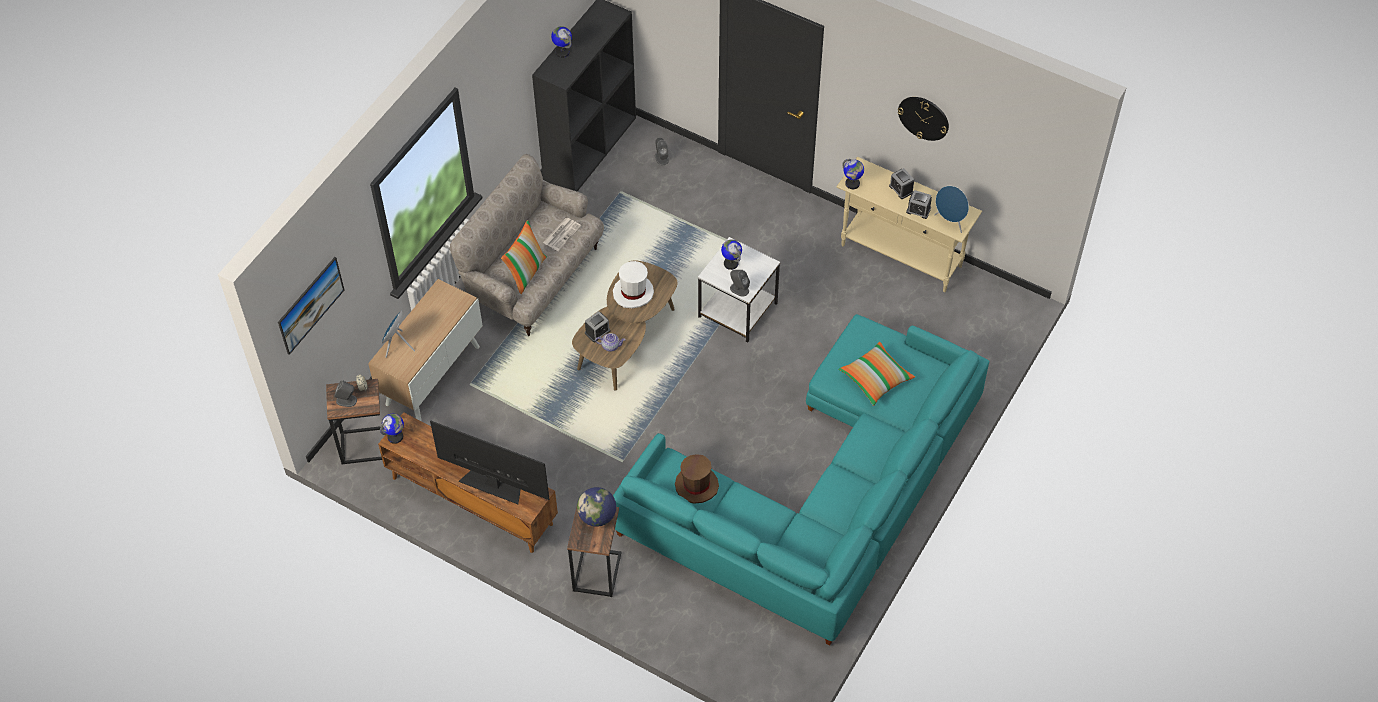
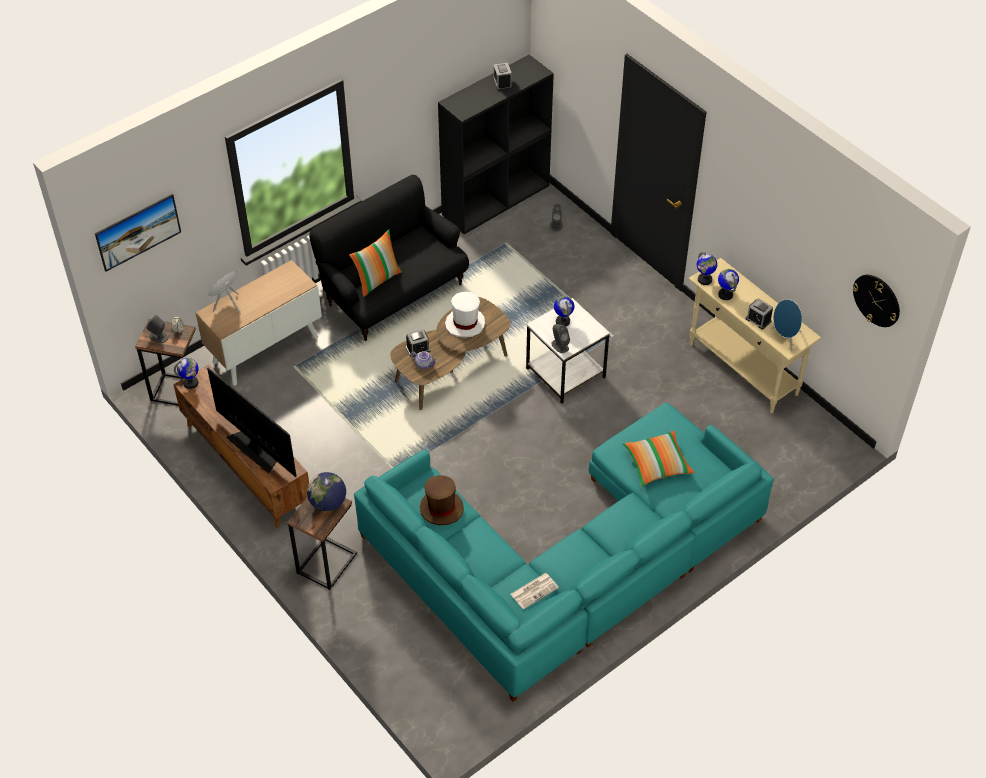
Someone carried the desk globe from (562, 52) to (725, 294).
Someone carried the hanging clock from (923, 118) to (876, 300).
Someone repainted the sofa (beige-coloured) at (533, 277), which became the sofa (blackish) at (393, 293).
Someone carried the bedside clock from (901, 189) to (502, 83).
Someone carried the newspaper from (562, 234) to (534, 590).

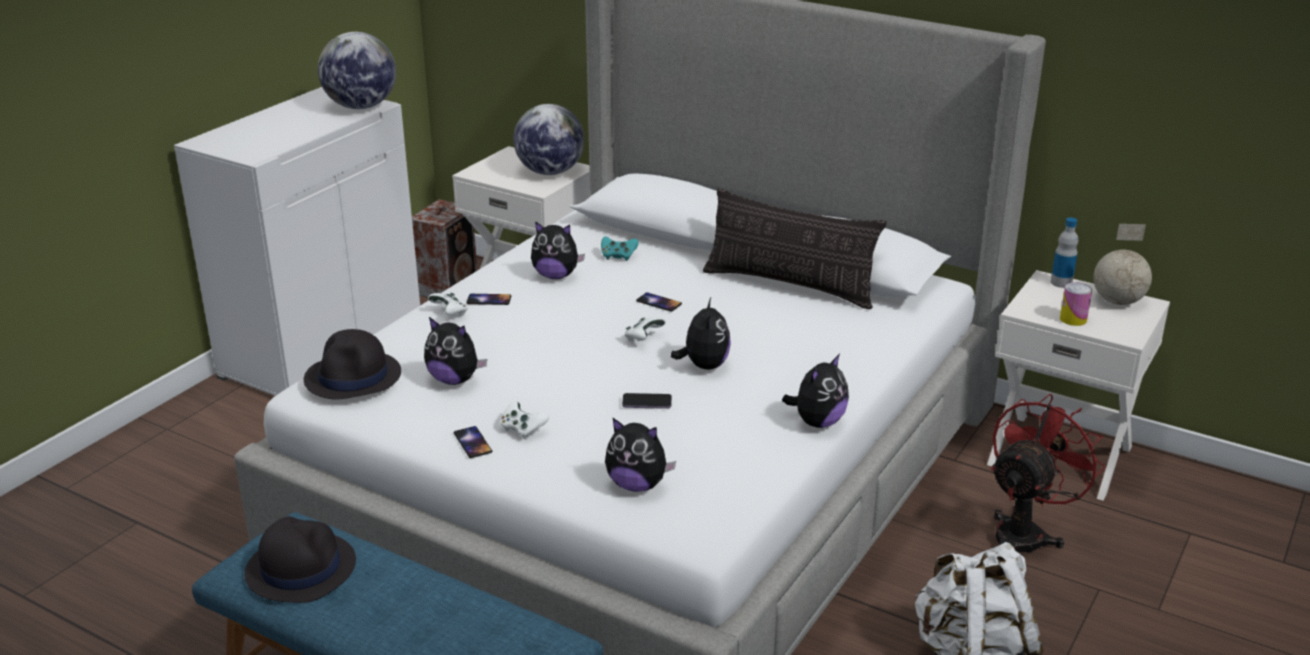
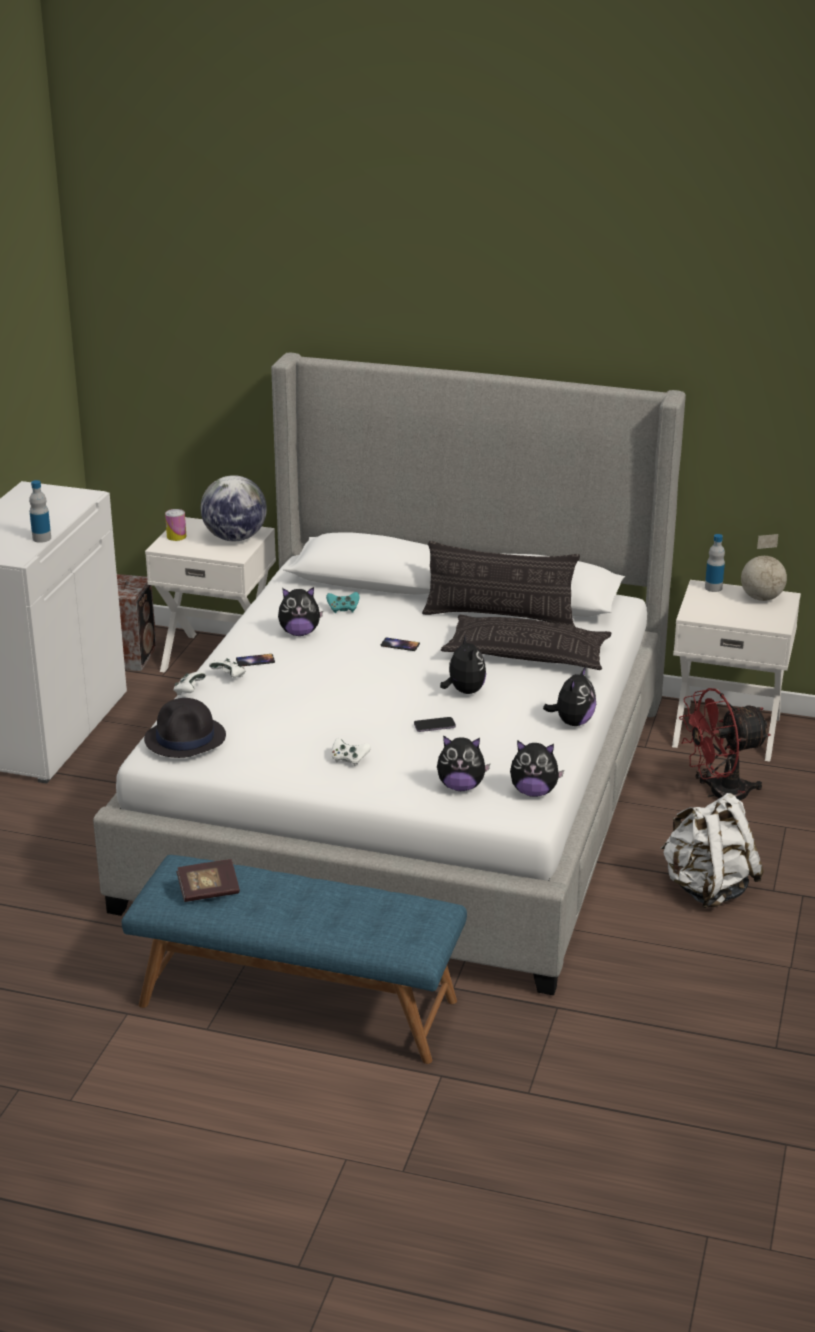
Someone took away the desk globe at (360, 107).
Someone carried the metal can from (1073, 319) to (176, 536).
Someone carried the soft toy from (455, 380) to (534, 792).
Someone carried the joypad (white) from (643, 338) to (189, 691).
Someone rotated the electric fan (red-coloured) at (1025, 534) by 135 degrees counterclockwise.
Someone took away the handset at (473, 442).
Someone swapped the wearable hat (blackish) at (300, 568) for the book at (208, 891).
Someone put down the drink bottle at (41, 538).
Someone put down the throw pillow at (527, 654).

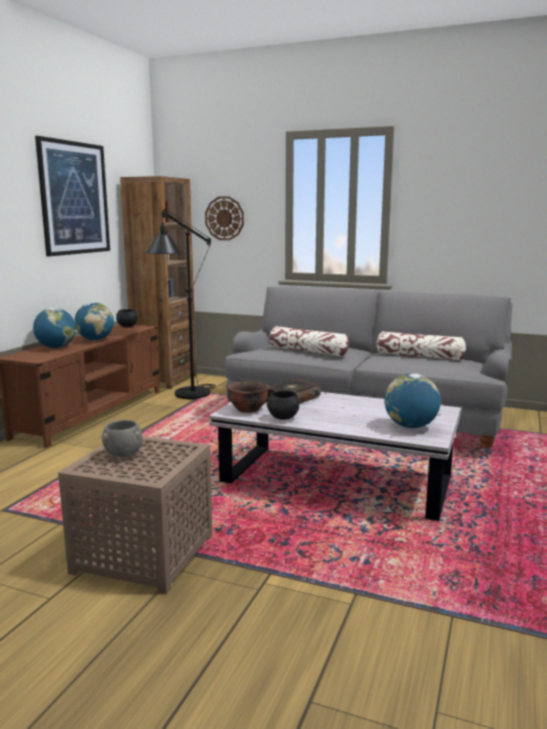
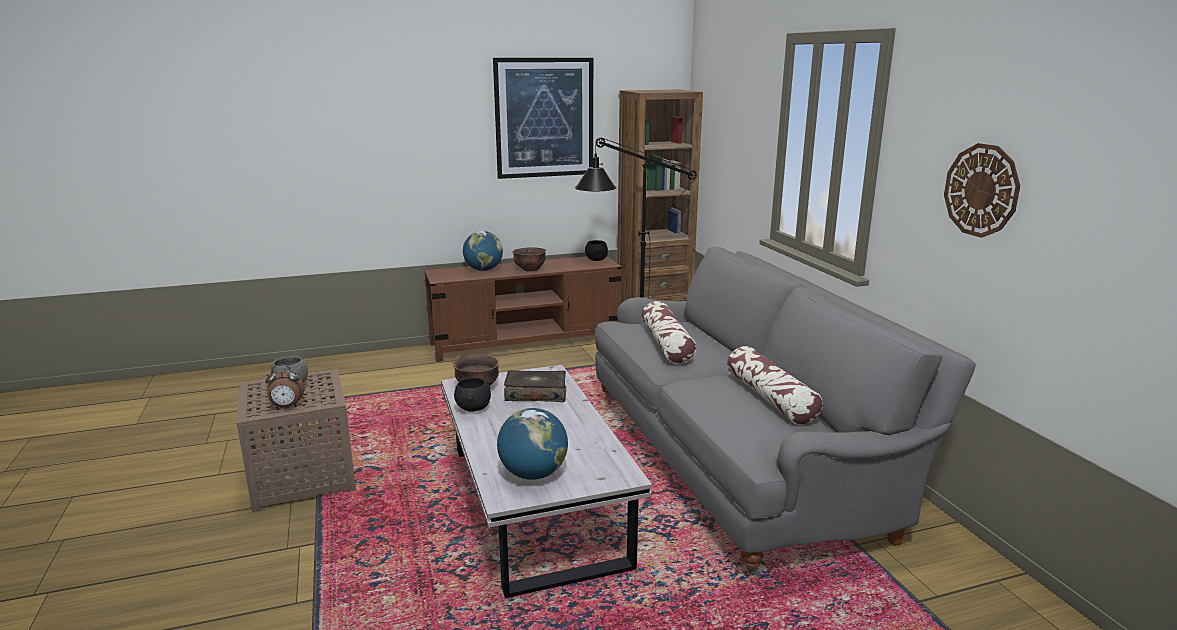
Someone carried the hanging clock from (224, 218) to (981, 190).
Someone swapped the desk globe at (95, 340) for the bowl (brown-coloured) at (529, 269).
Someone put down the bedside clock at (287, 407).

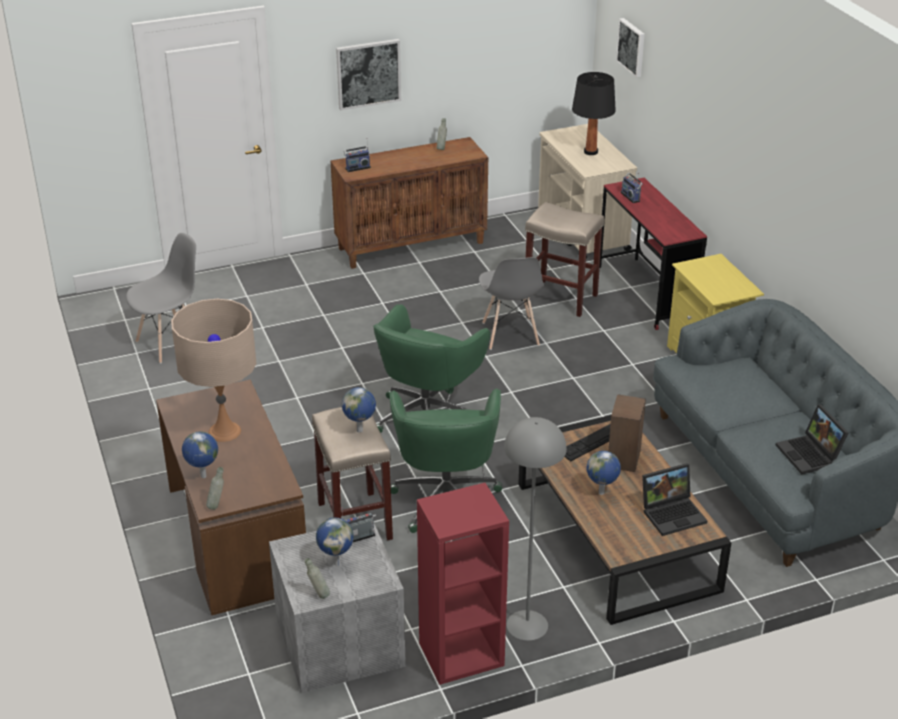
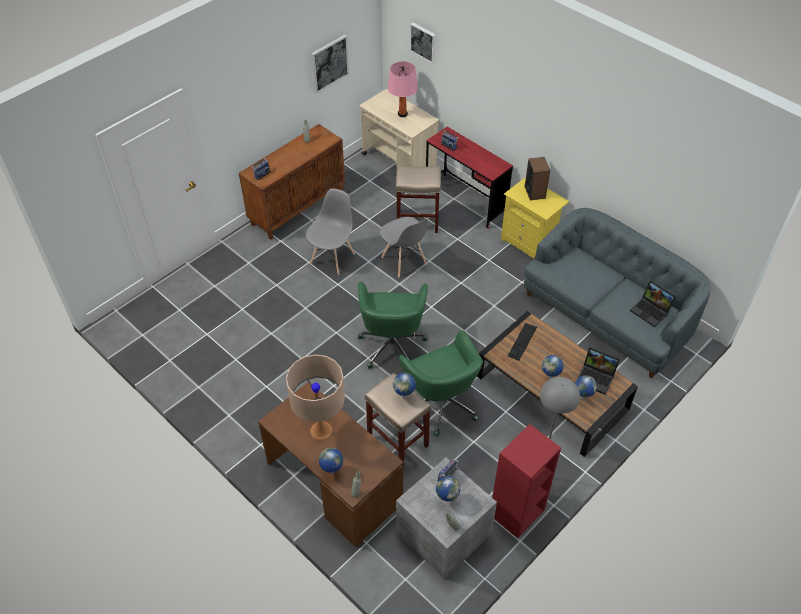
Someone carried the picture from (368, 73) to (329, 63).
Someone repainted the lamp for a table (blackish) at (590, 152), which became the lamp for a table (pink) at (402, 114).
Someone carried the upright chair (greyish) from (170, 343) to (332, 258).
Someone carried the speaker from (624, 458) to (535, 192).
Someone rotated the portable computer at (673, 513) by 75 degrees clockwise.
Someone put down the desk globe at (581, 398).

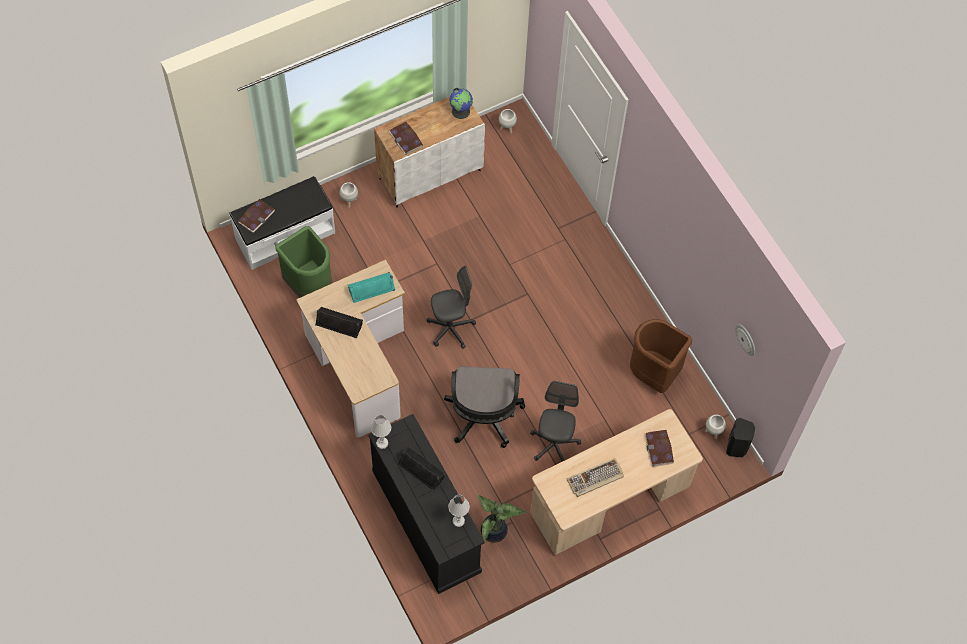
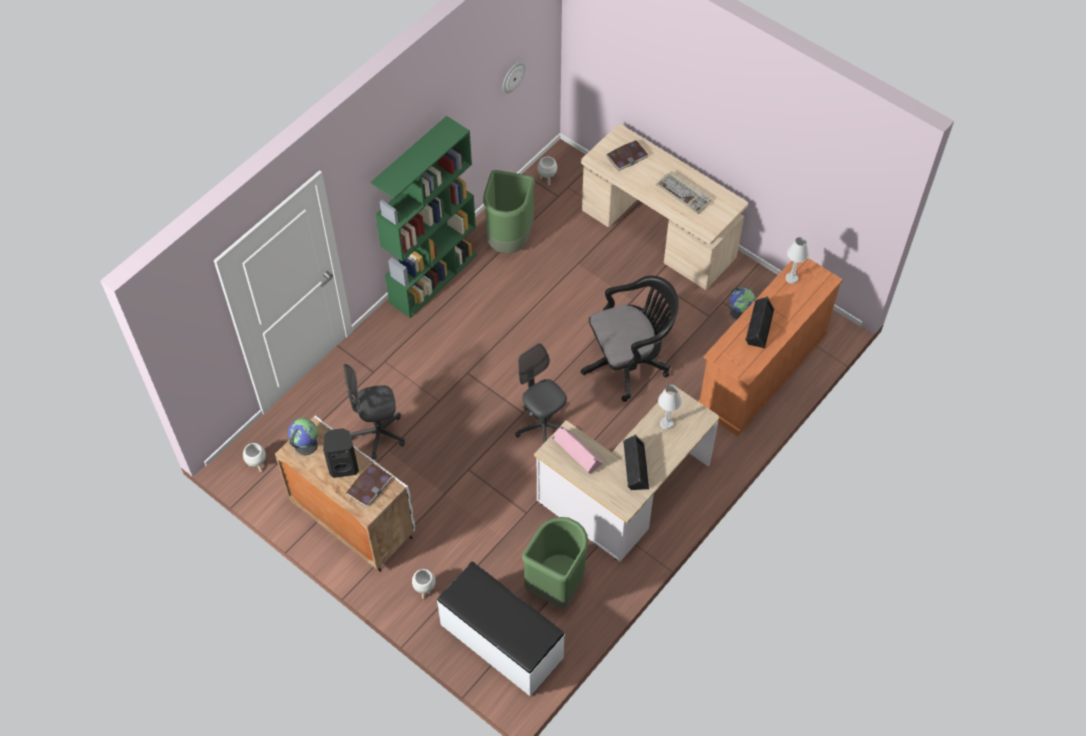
Someone took away the book at (256, 216).
Someone repainted the speaker (turquoise) at (371, 288), which became the speaker (pink) at (576, 453).
Someone repainted the waste bin (brown-coloured) at (653, 375), which became the waste bin (green) at (509, 240).
Someone carried the desk chair (greyish) from (554, 444) to (378, 434).
Someone repainted the chest of drawers (blackish) at (425, 520), which became the chest of drawers (orangey) at (761, 371).
Someone carried the lamp for a table (white) from (382, 443) to (666, 423).
Someone carried the speaker (blackish) from (737, 447) to (343, 466).
Someone swapped the plant in a pot at (495, 532) for the desk globe at (740, 312).
Someone put down the shelving unit (green) at (433, 278).

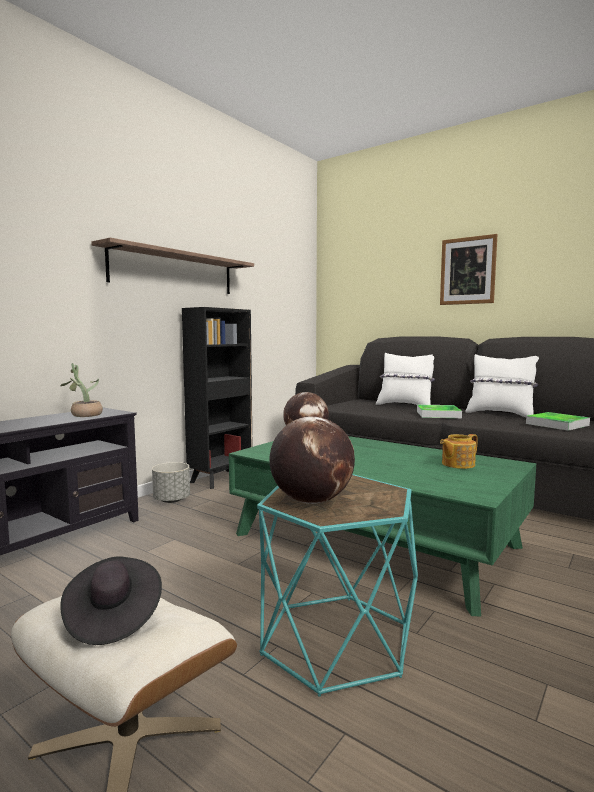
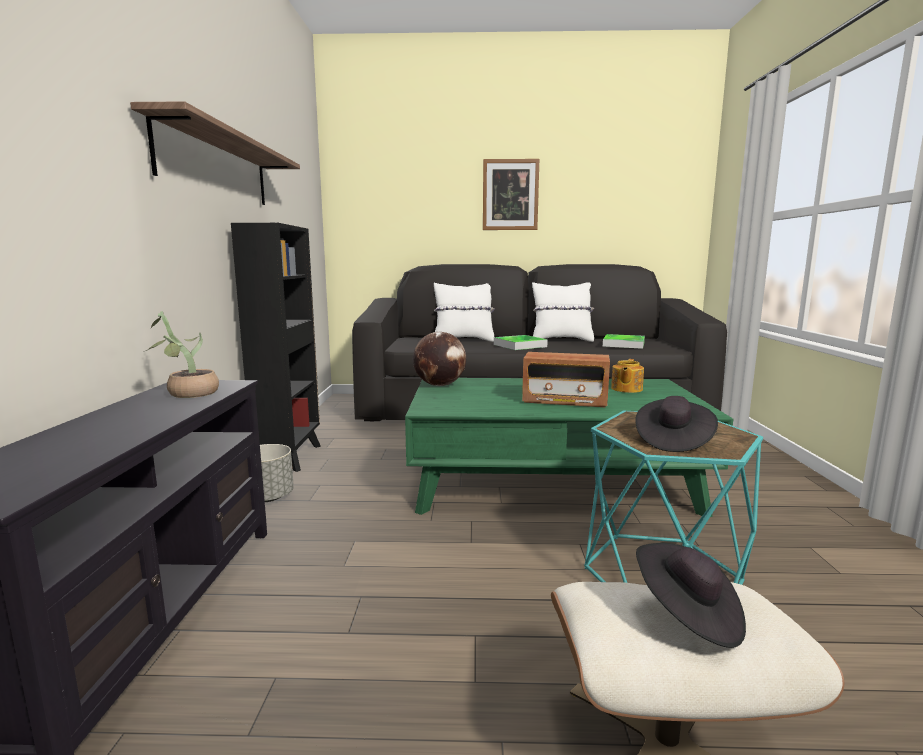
Someone swapped the desk globe at (311, 501) for the wearable hat (blackish) at (672, 441).
Someone put down the radio receiver at (564, 400).

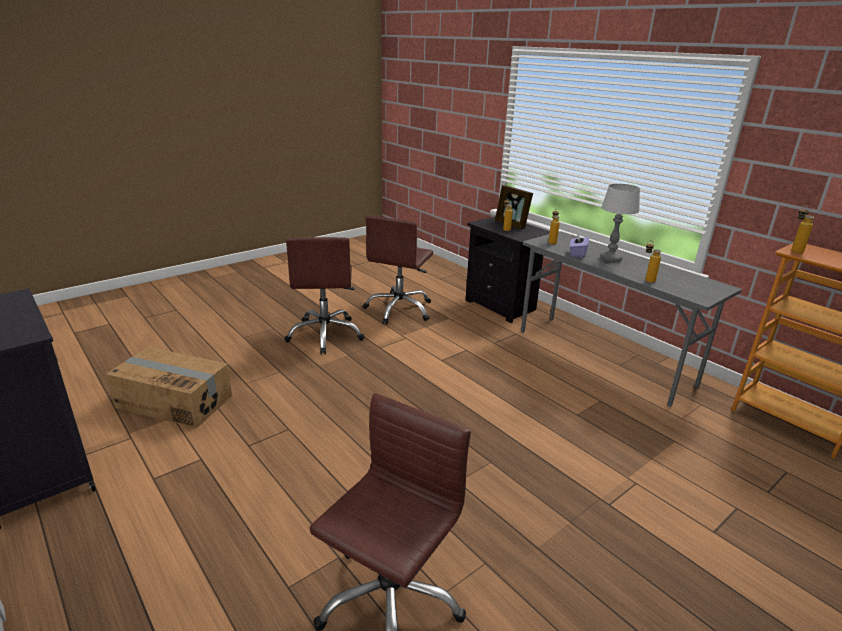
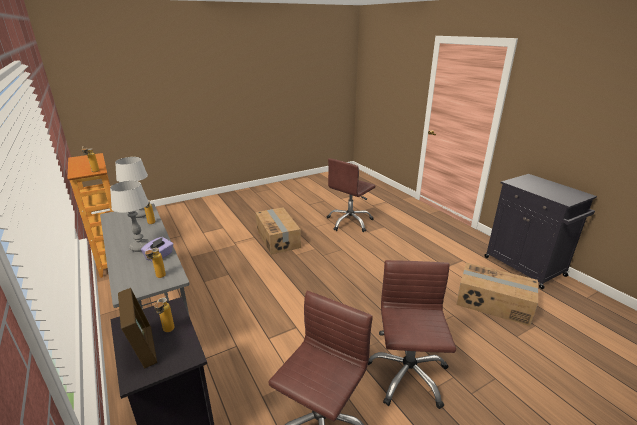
Someone put down the lamp for a table at (140, 215).
Someone put down the carton at (278, 238).

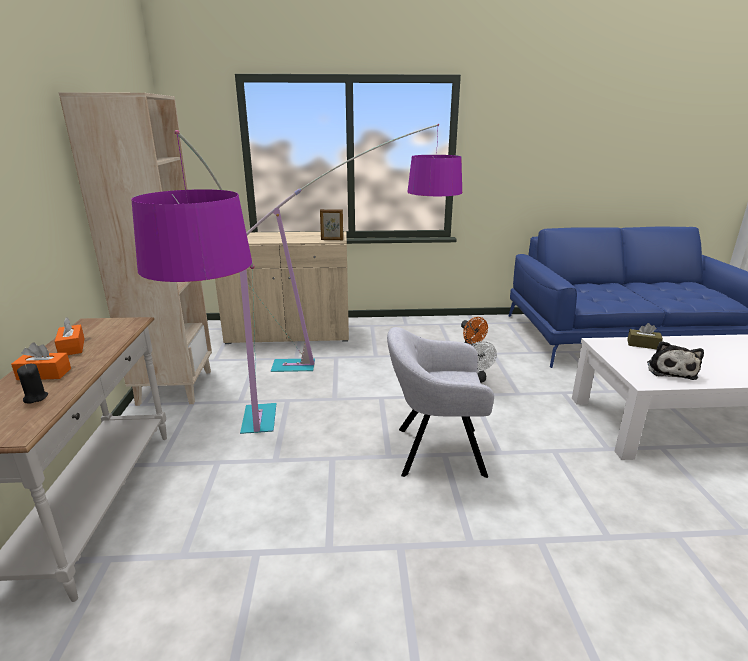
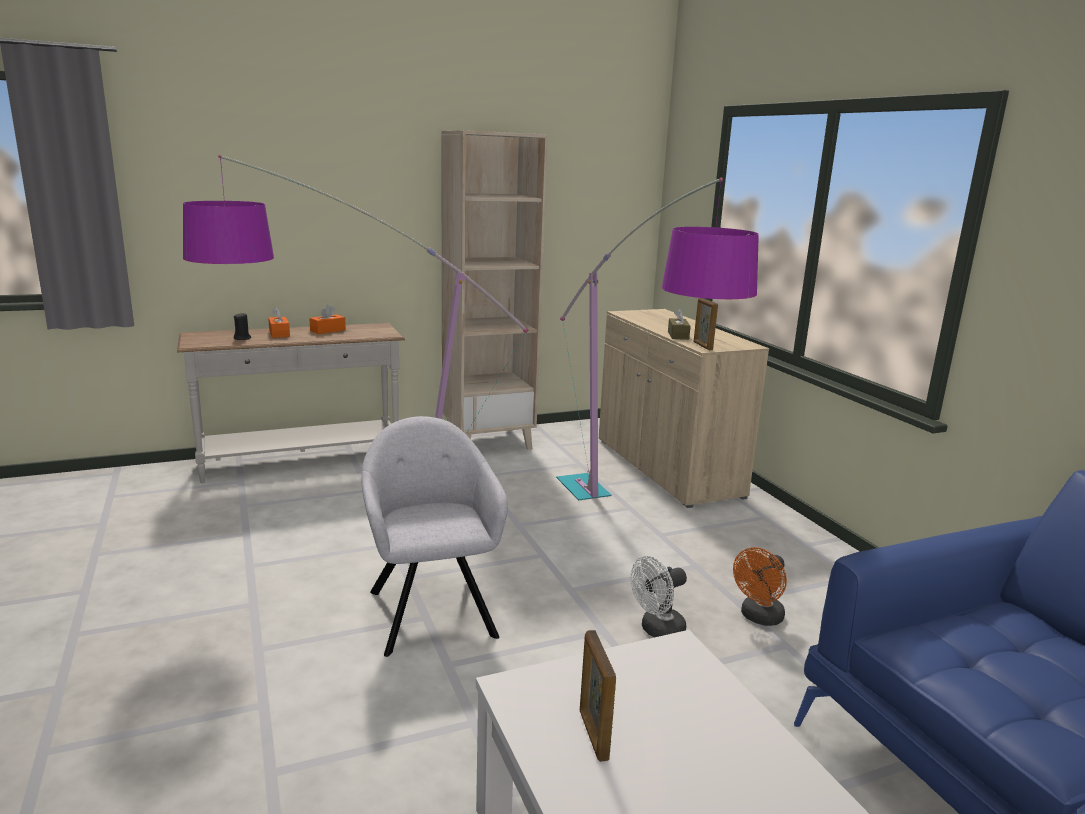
Someone carried the tissue holder (brown-coloured) from (643, 344) to (678, 335).
Someone swapped the soft toy at (670, 370) for the picture frame at (593, 735).

